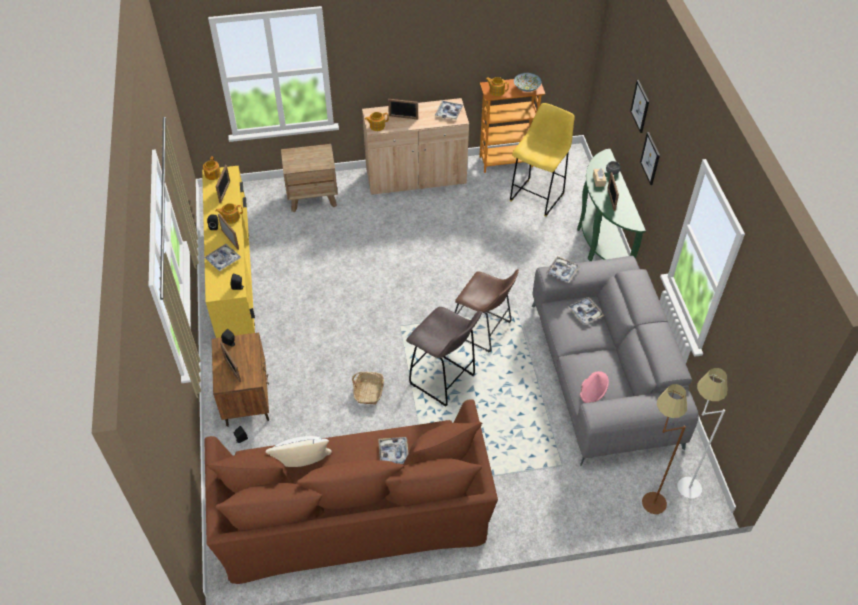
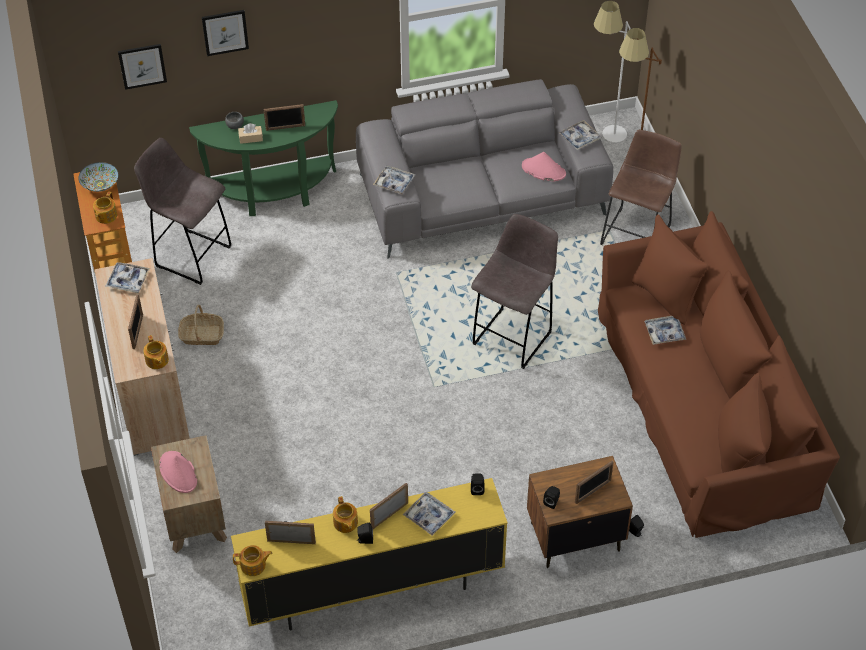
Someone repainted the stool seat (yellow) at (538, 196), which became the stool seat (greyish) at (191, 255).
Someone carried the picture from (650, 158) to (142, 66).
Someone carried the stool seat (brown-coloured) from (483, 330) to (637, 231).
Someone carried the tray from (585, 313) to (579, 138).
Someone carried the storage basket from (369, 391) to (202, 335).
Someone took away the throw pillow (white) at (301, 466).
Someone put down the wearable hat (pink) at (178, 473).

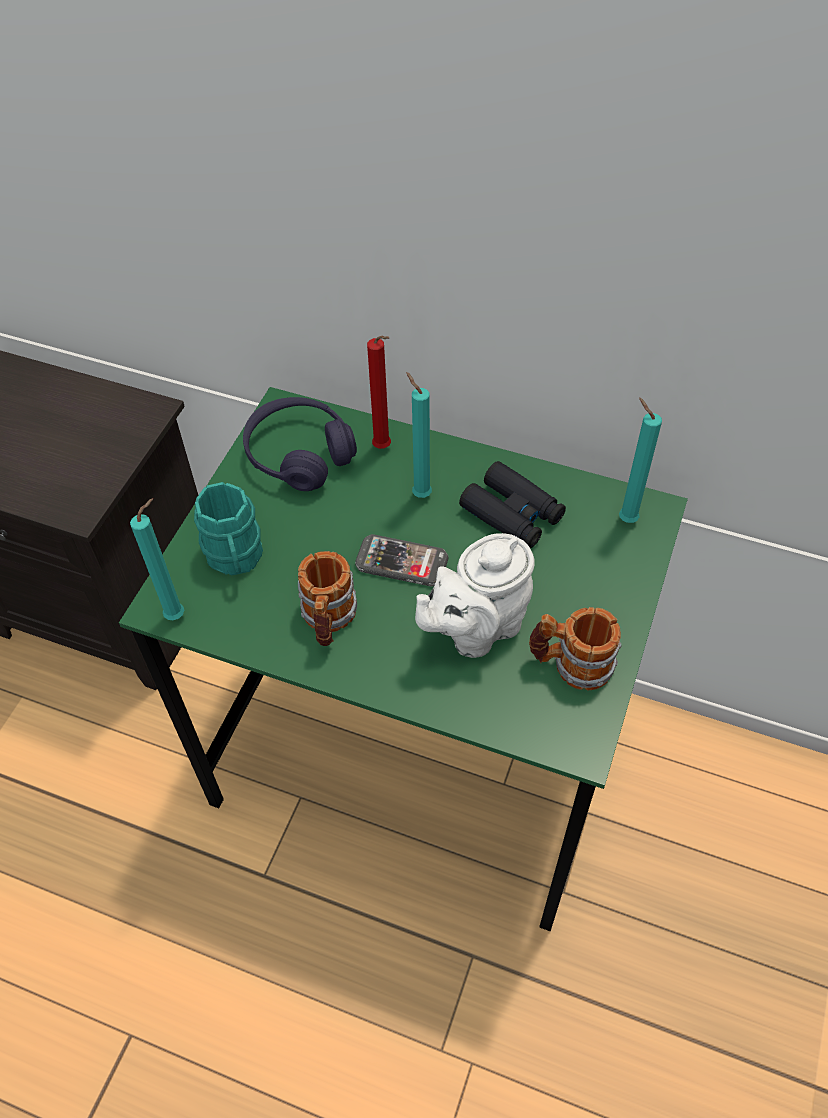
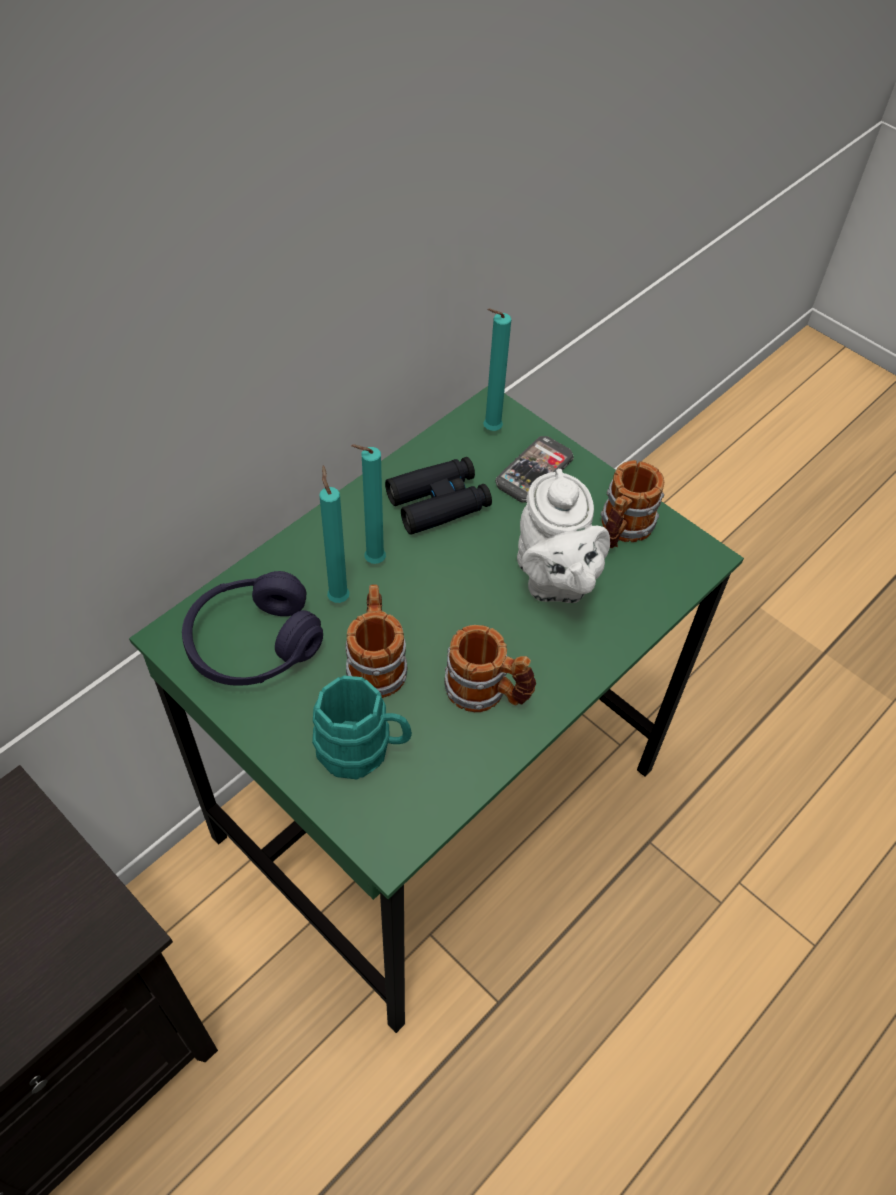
Someone took away the candle (red-coloured) at (384, 448).
Someone carried the candle (turquoise) from (178, 614) to (338, 596).
Someone carried the handset from (401, 562) to (534, 471).
Someone put down the coffee mug at (376, 662).

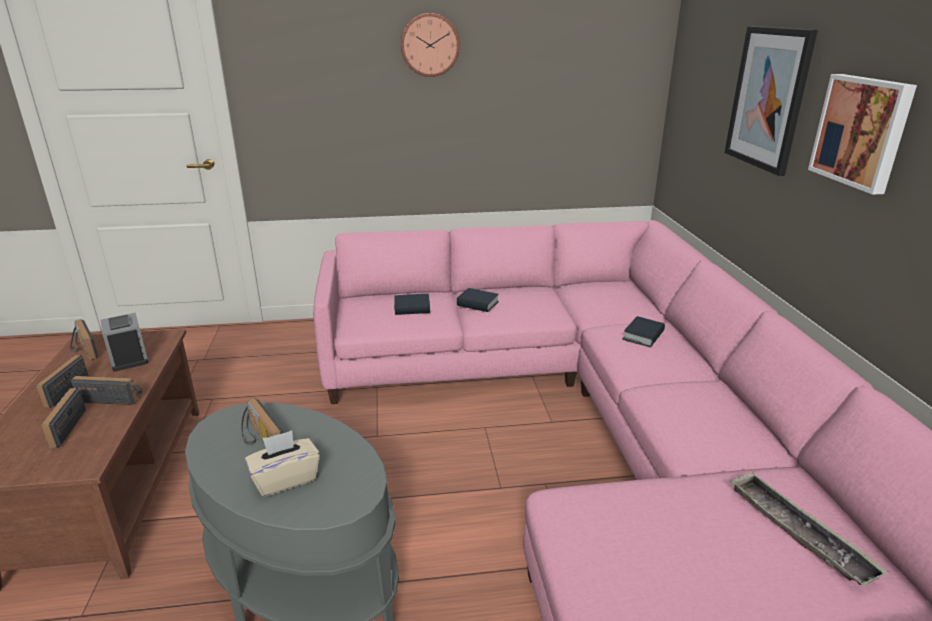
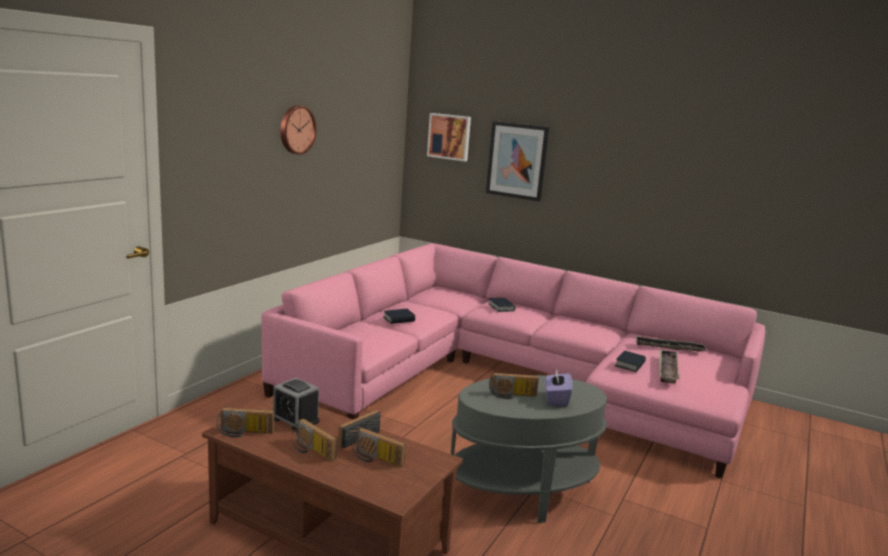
Someone carried the picture from (862, 131) to (449, 136).
Someone carried the book from (412, 308) to (630, 365).
Someone rotated the bedside clock at (129, 357) by 150 degrees counterclockwise.
Someone repainted the tissue holder (beige-coloured) at (285, 479), which became the tissue holder (purplish) at (556, 399).
Someone put down the tray at (667, 369).

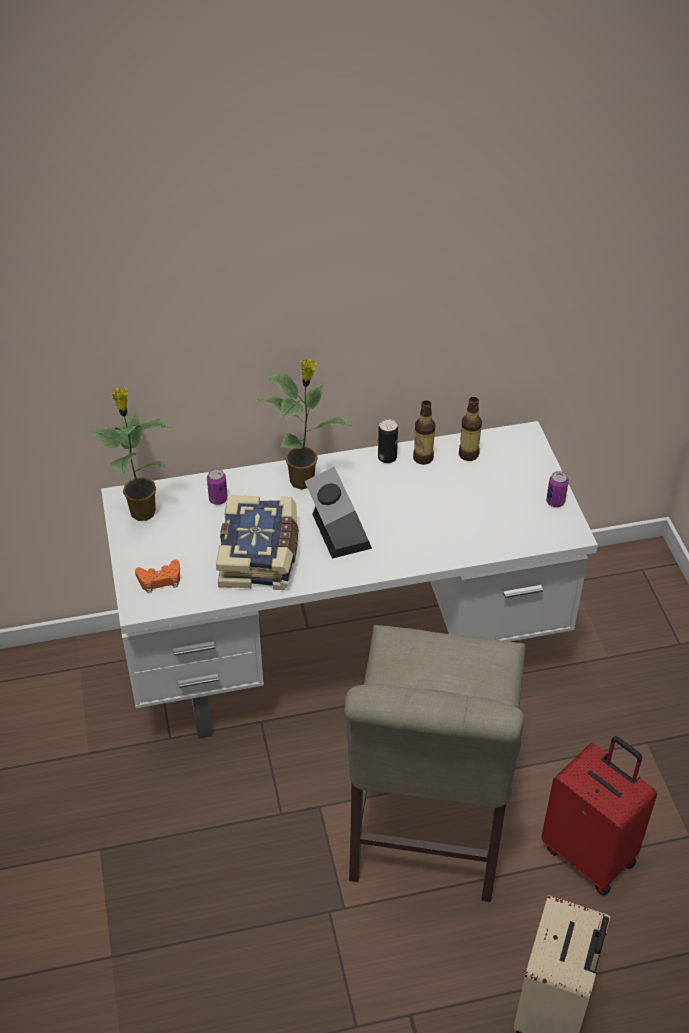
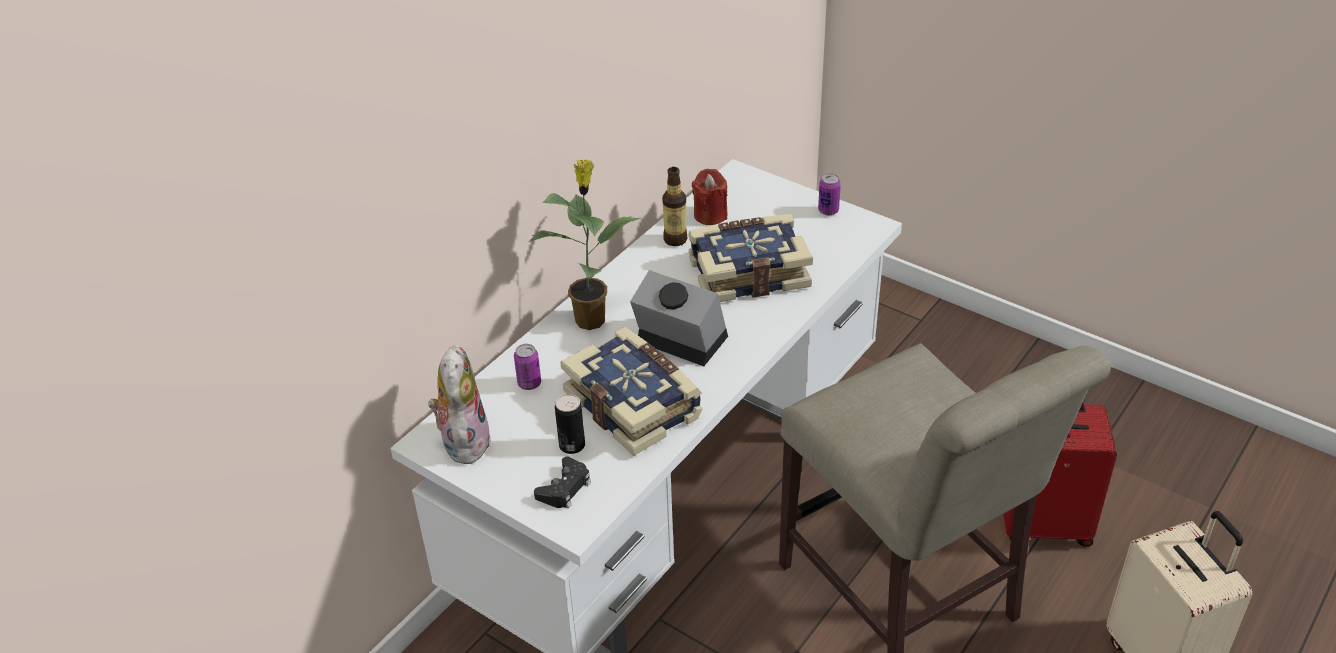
Someone swapped the plant in a pot at (141, 511) for the soft toy at (463, 441).
Someone swapped the drink bottle at (468, 454) for the candle (red-coloured) at (710, 215).
Someone carried the metal can from (387, 457) to (572, 445).
Someone repainted the joypad (orangey) at (160, 579), which became the joypad (blackish) at (564, 488).
Someone put down the book at (748, 272).

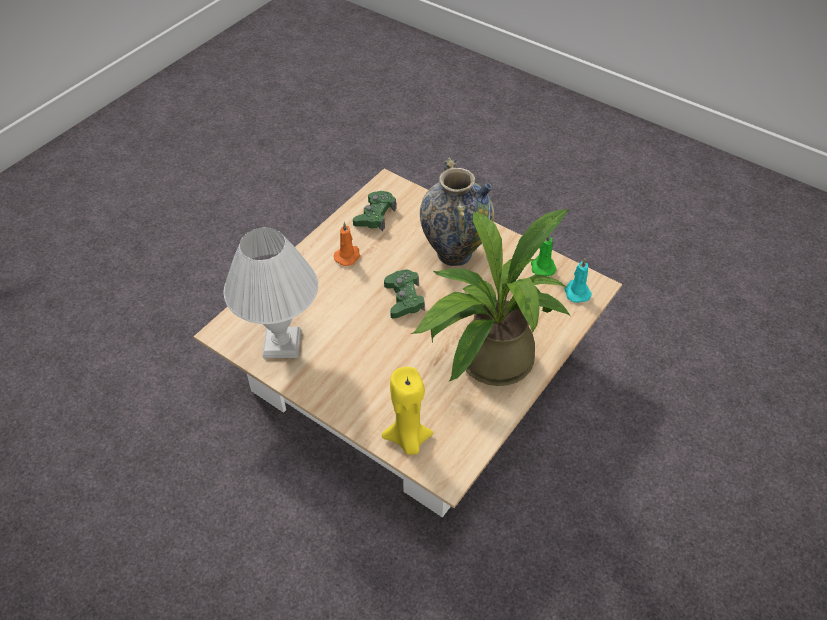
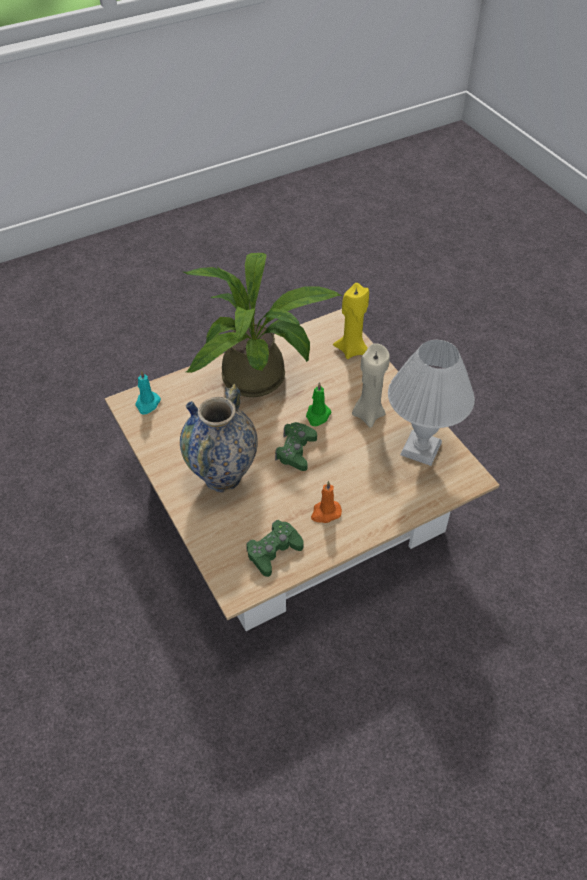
Someone carried the candle (green) from (542, 266) to (317, 416).
Someone put down the candle (beige-coloured) at (368, 414).

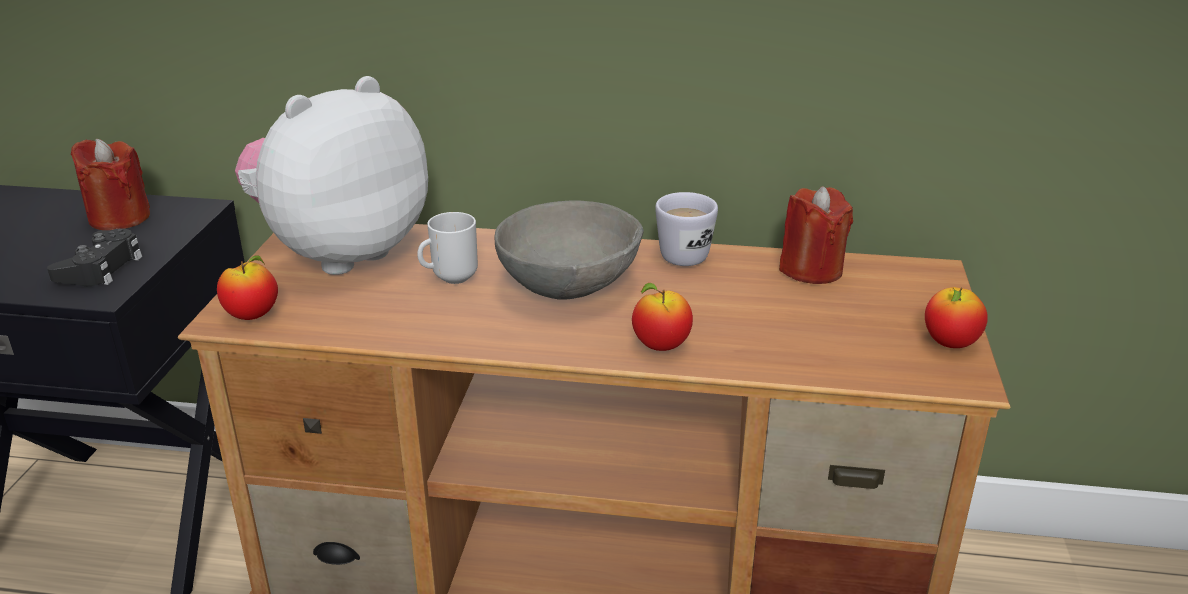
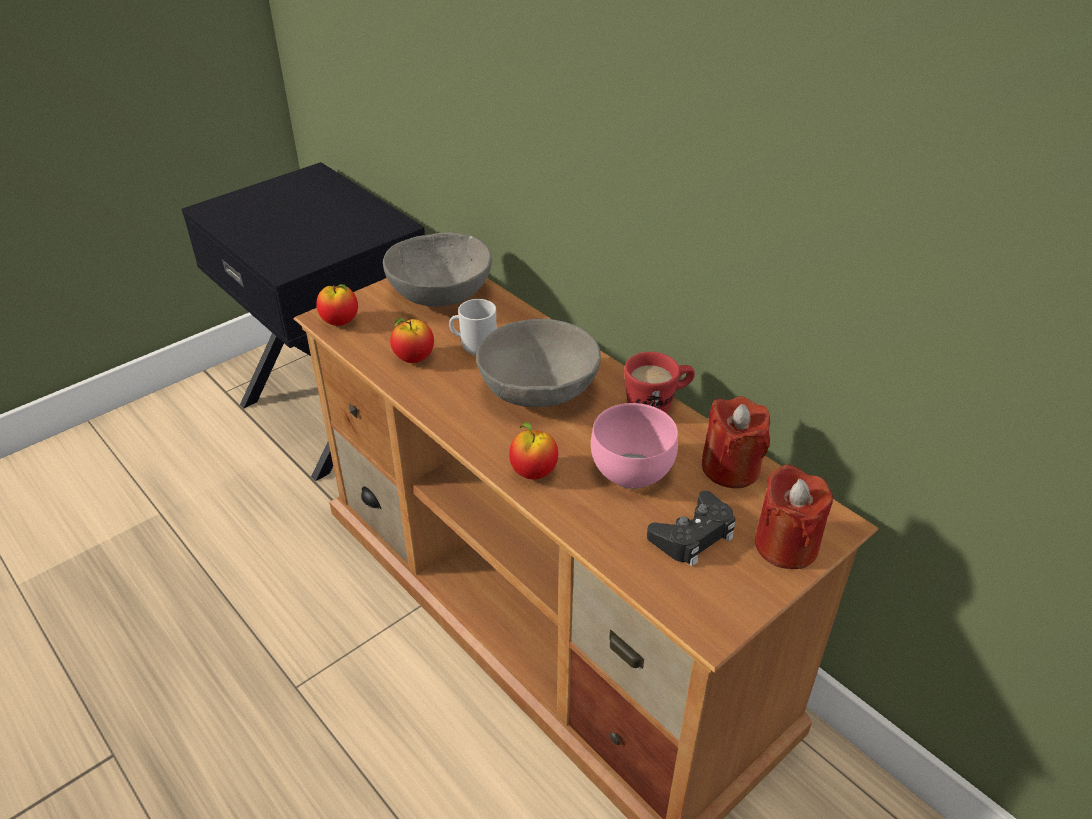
Someone swapped the soft toy at (341, 253) for the bowl (greyish) at (439, 297).
Someone carried the candle (red-coloured) from (119, 218) to (786, 545).
Someone repainted the coffee mug (white) at (688, 253), which became the coffee mug (red-coloured) at (657, 406).
Someone carried the joypad (blackish) from (101, 267) to (693, 535).
Someone carried the apple fruit from (950, 344) to (414, 359).
Someone put down the bowl (pink) at (633, 475).

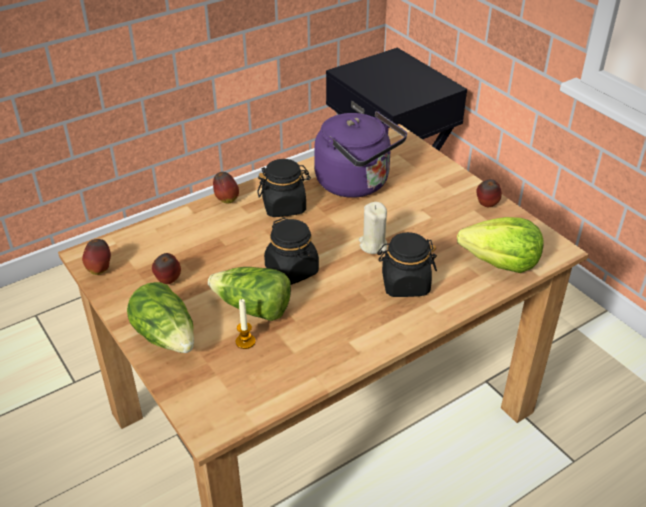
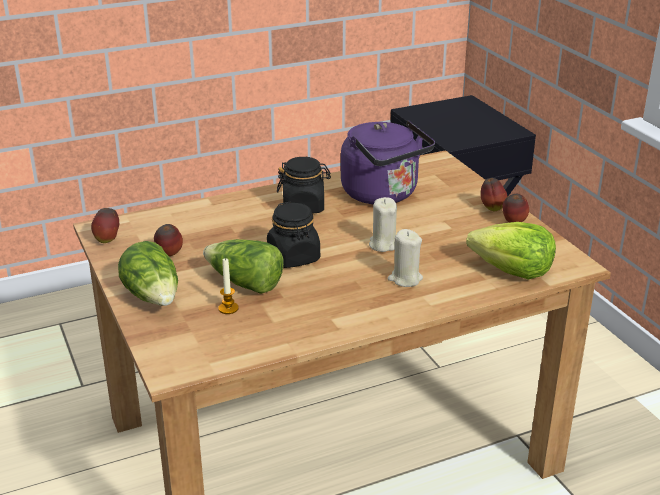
Someone carried the apple fruit from (226, 200) to (491, 208).
Someone swapped the jar (blackish) at (405, 284) for the candle (beige-coloured) at (405, 279).

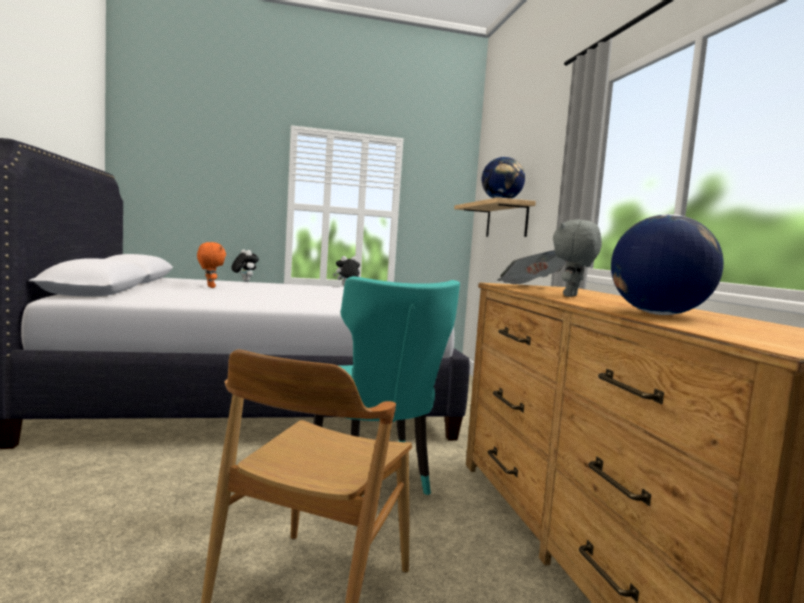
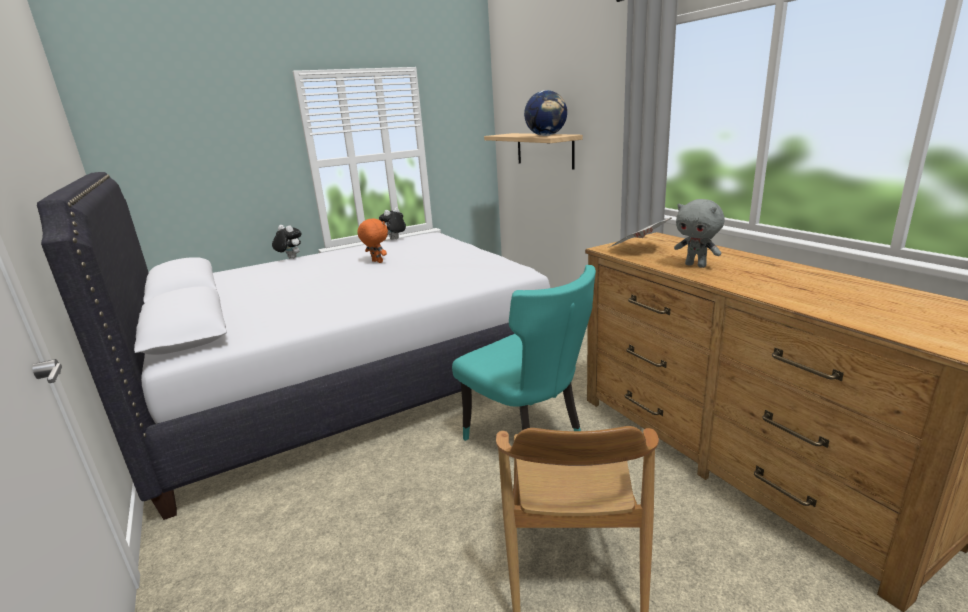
Someone took away the desk globe at (658, 314).
Someone rotated the soft toy (greyish) at (572, 296) by 60 degrees counterclockwise.
Someone carried the soft toy (orangey) from (210, 287) to (376, 262).

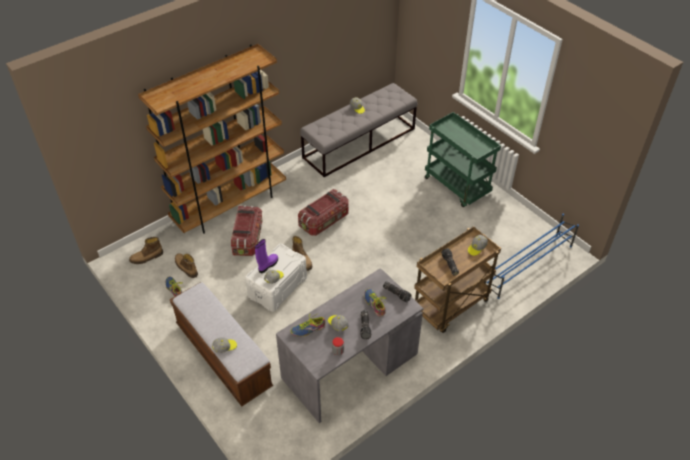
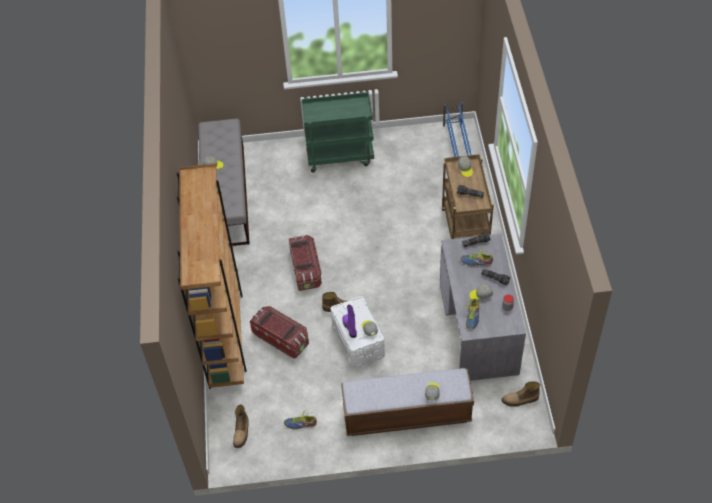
Someone carried the boot from (186, 267) to (520, 400).

